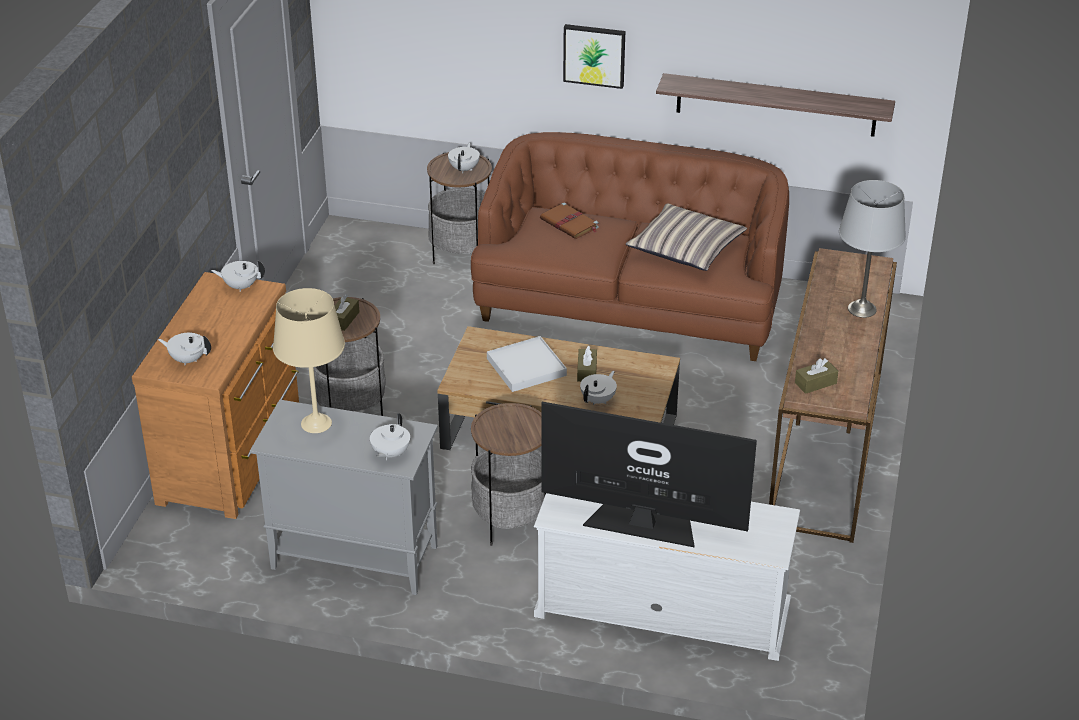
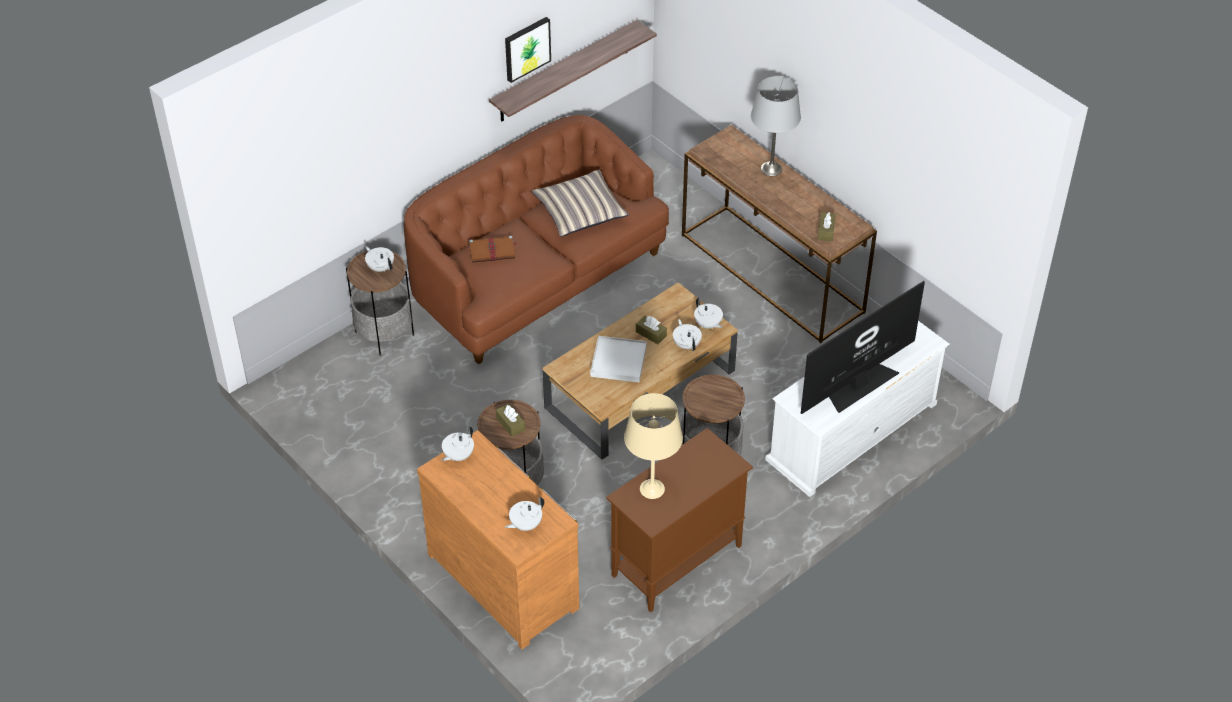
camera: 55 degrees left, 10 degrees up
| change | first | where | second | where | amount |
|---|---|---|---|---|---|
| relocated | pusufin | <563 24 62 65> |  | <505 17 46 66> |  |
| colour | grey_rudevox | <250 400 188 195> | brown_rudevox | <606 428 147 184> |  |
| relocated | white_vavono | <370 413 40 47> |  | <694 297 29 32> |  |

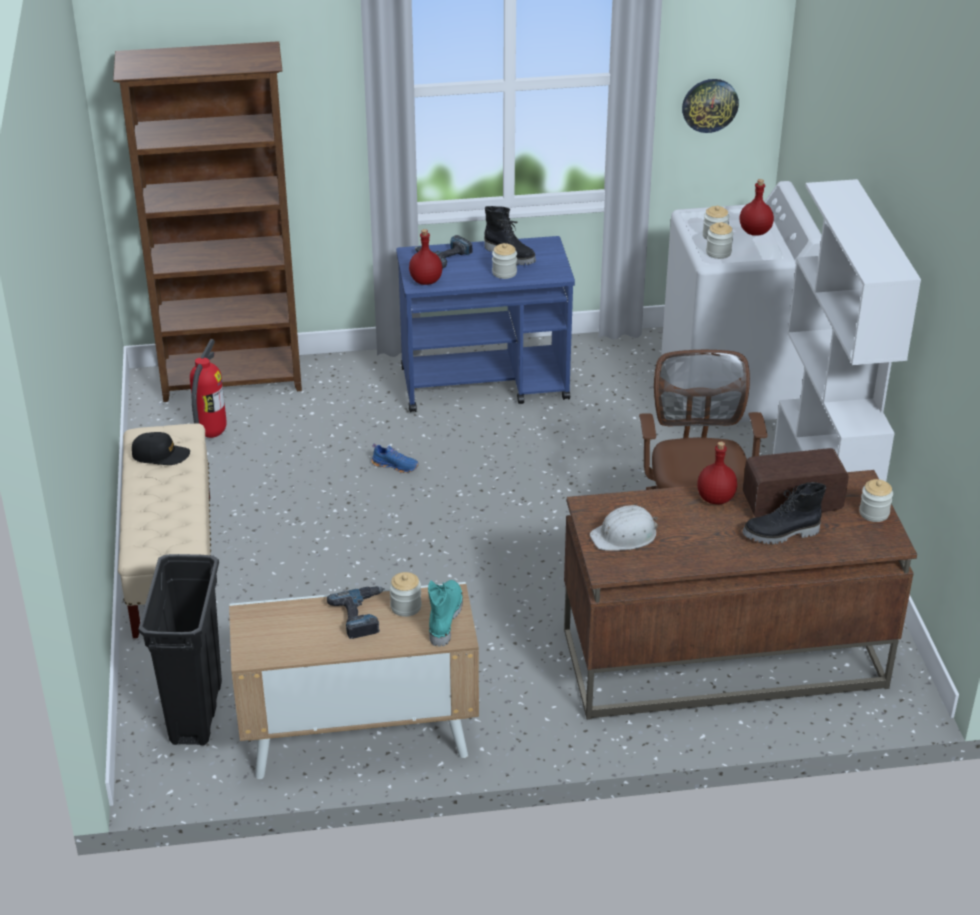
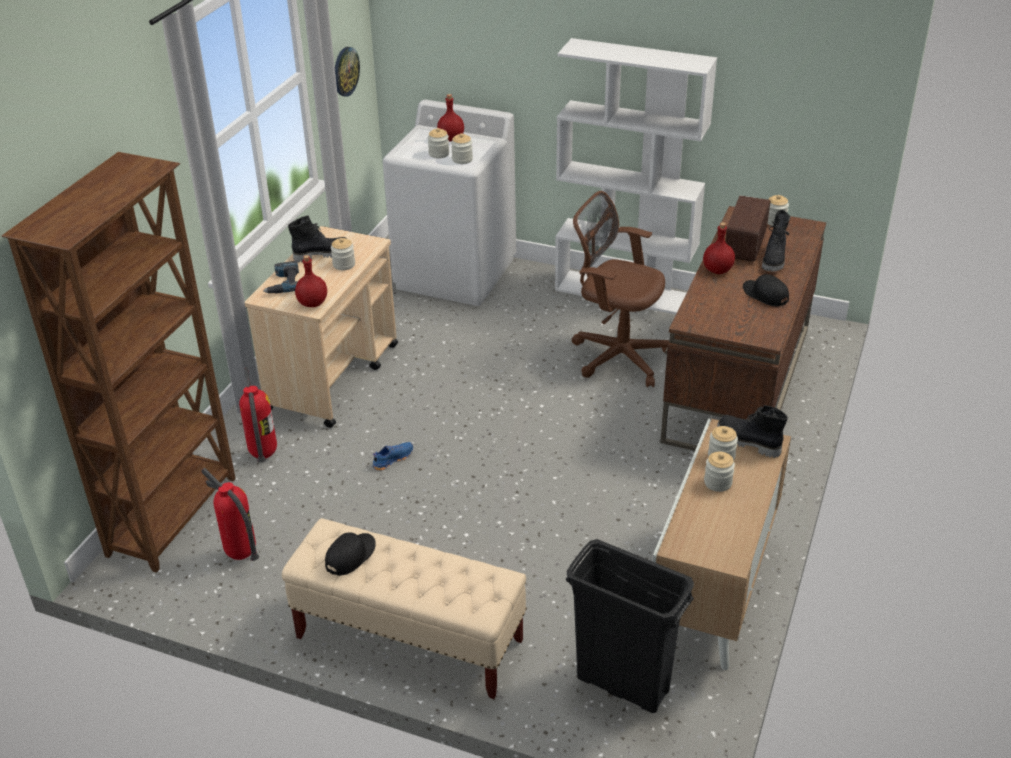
camera: 60 degrees left, 0 degrees up
| change | first | where | second | where | amount |
|---|---|---|---|---|---|
| colour | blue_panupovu | <396 236 179 176> | beige_panupovu | <245 226 153 202> |  |
| missing | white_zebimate | <590 505 68 46> |  |  |  |
| colour | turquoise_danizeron | <428 580 35 67> | black_danizeron | <717 405 71 53> |  |
| exchanged | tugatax | <327 586 58 53> | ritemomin | <704 451 31 41> |  |
| appeared |  |  | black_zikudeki | <743 274 46 32> |  |
| appeared |  |  | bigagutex | <239 367 38 96> |  |

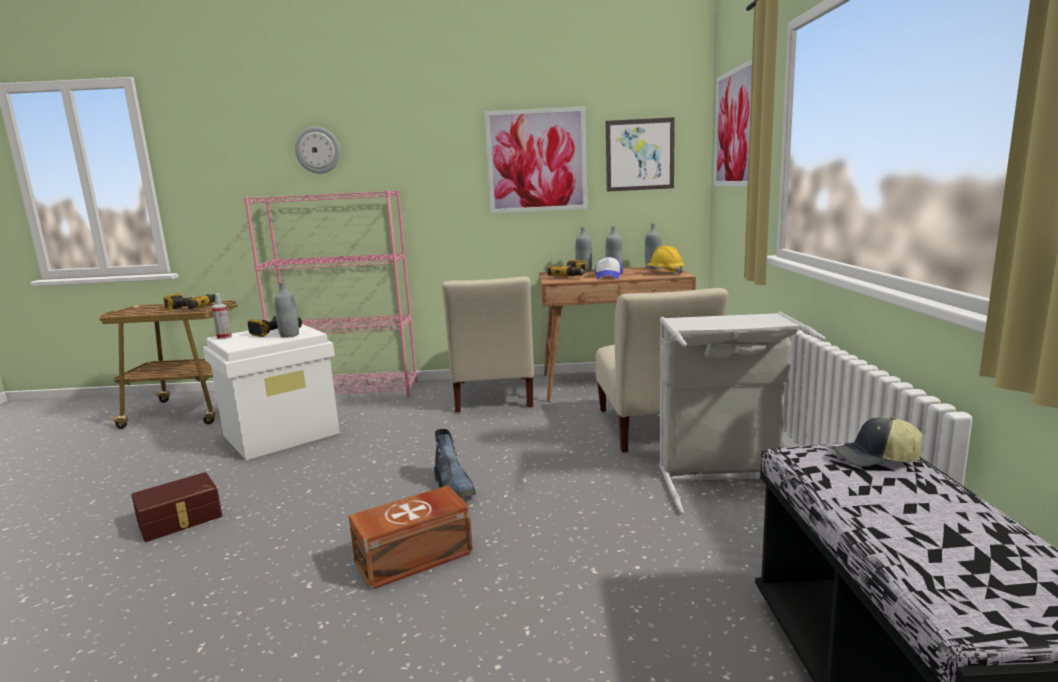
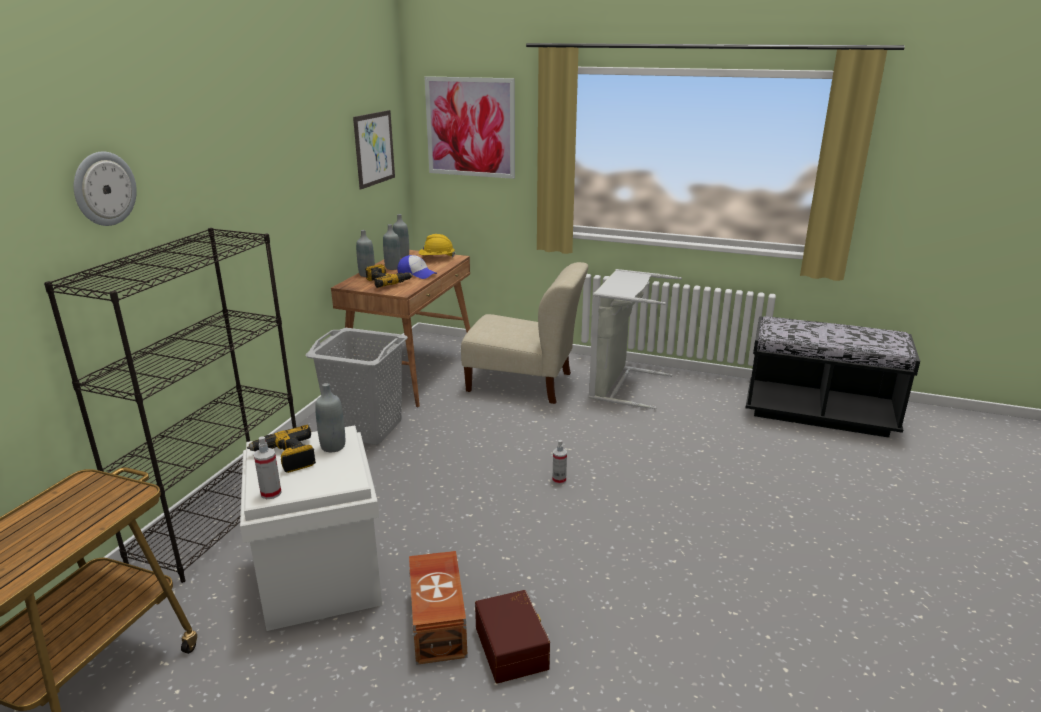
camera: 70 degrees left, 10 degrees up
| change | first | where | second | where | amount |
|---|---|---|---|---|---|
| missing | pusufin | <484 106 104 108> |  |  |  |
| colour | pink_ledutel | <244 190 173 208> | black_ledutel | <44 228 252 355> |  |
| exchanged | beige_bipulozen | <442 277 92 135> | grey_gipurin | <306 328 102 117> |  |
| missing | tugatax | <163 293 52 17> |  |  |  |
| missing | zikudeki | <831 417 92 50> |  |  |  |
| exchanged | danizeron | <434 429 42 69> | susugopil | <552 440 15 44> |  |
| relocated | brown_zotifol | <348 485 125 105> |  | <409 551 59 114> |  |

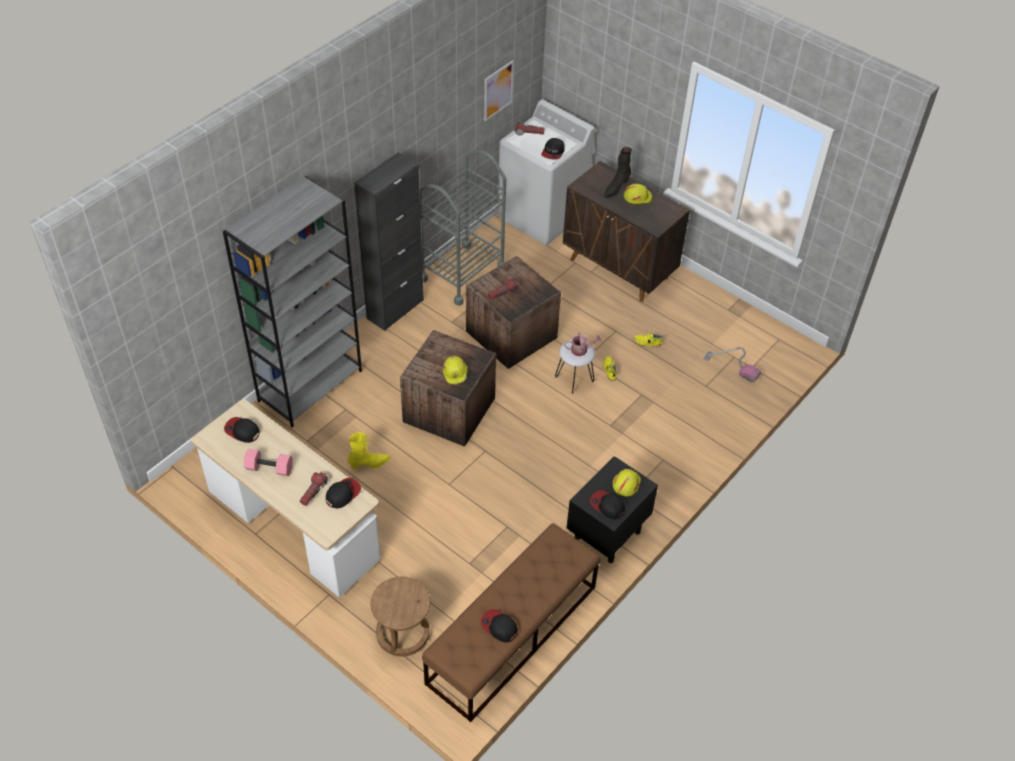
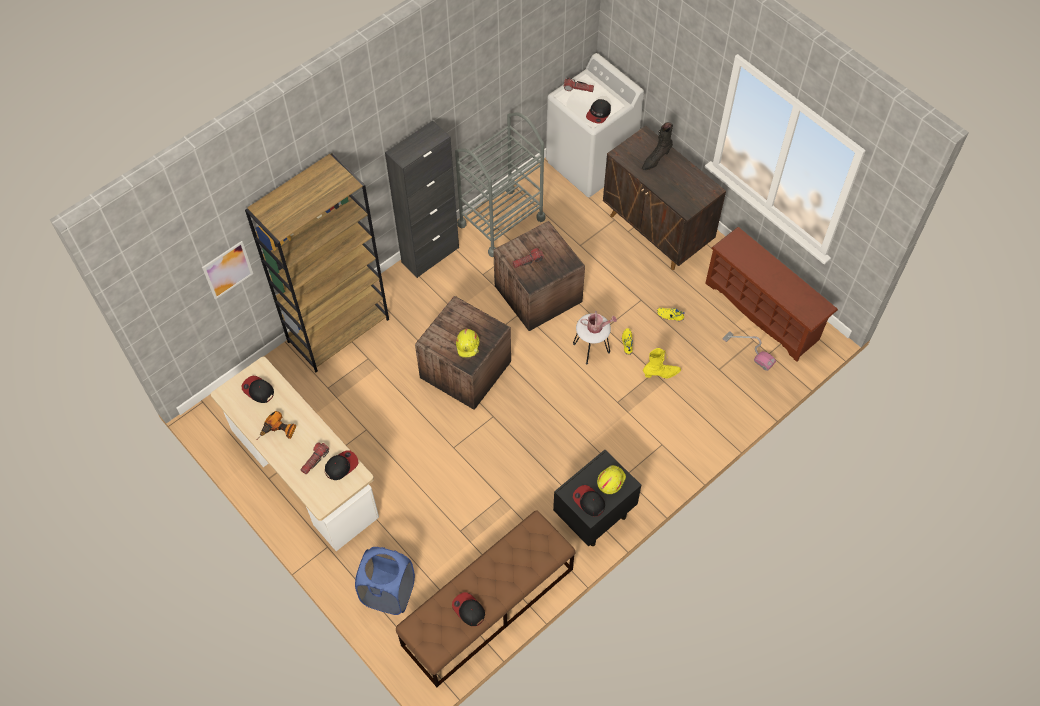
camera: 10 degrees right, 10 degrees up
| change | first | where | second | where | amount |
|---|---|---|---|---|---|
| relocated | pusufin | <484 60 30 61> |  | <202 241 51 59> |  |
| colour | grey_ledutel | <223 176 139 251> | brown_ledutel | <245 153 144 219> |  |
| missing | yellow_zebimate | <624 184 28 21> |  |  |  |
| relocated | yellow_danizeron | <347 432 43 37> |  | <643 348 38 31> |  |
| exchanged | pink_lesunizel | <244 449 49 27> | tugatax | <257 411 39 29> |  |
| exchanged | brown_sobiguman | <371 577 59 79> | blue_gipurin | <355 547 60 68> |  |
| appeared |  |  | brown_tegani | <705 227 133 135> |  |

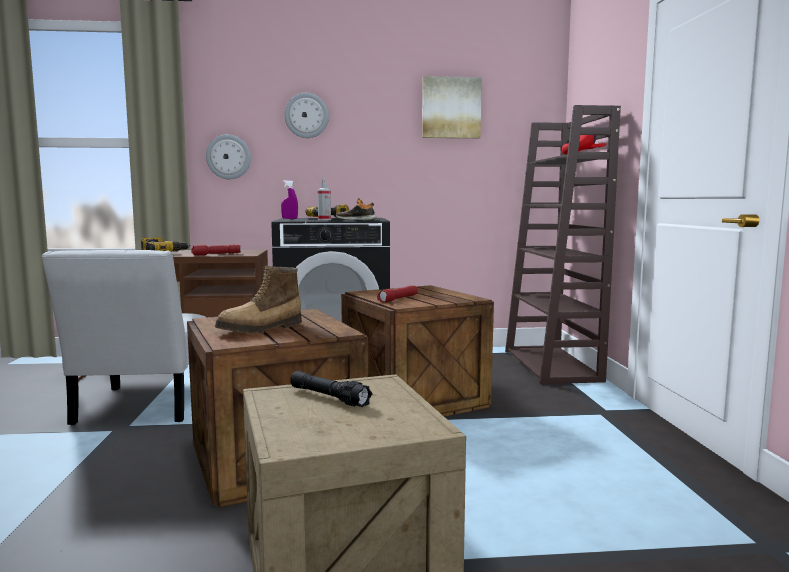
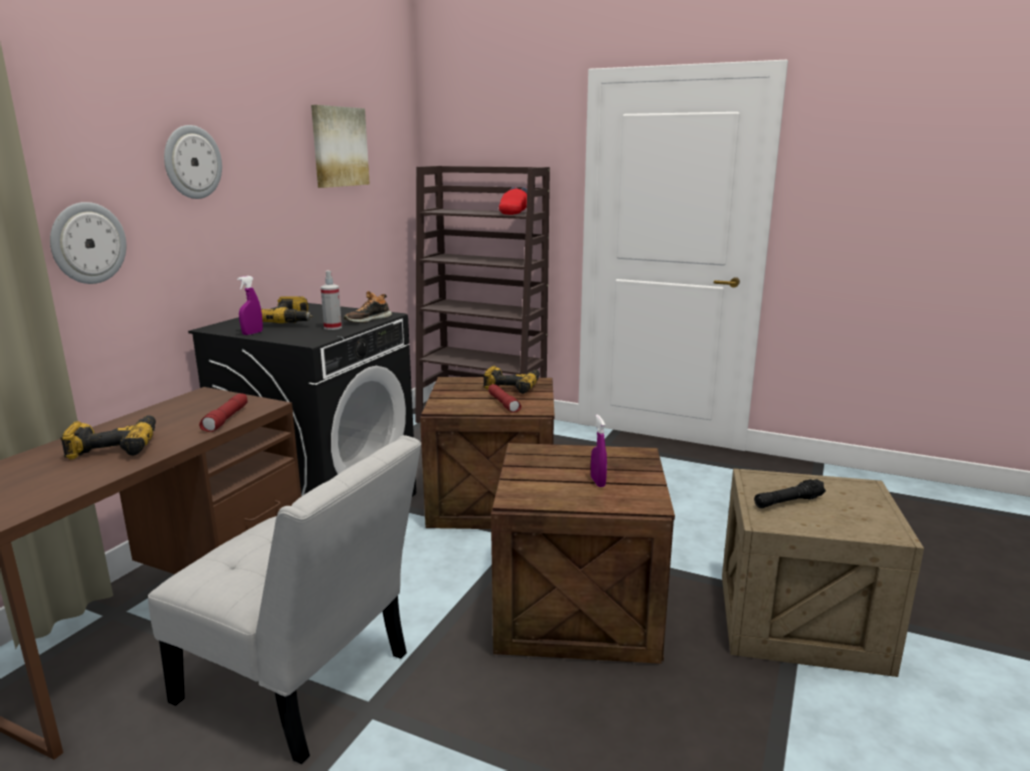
camera: 60 degrees left, 10 degrees up
| change | first | where | second | where | amount |
|---|---|---|---|---|---|
| exchanged | danizeron | <215 266 87 67> | purple_susugopil | <591 415 16 72> |  |
| appeared |  |  | tugatax | <483 366 57 28> |  |

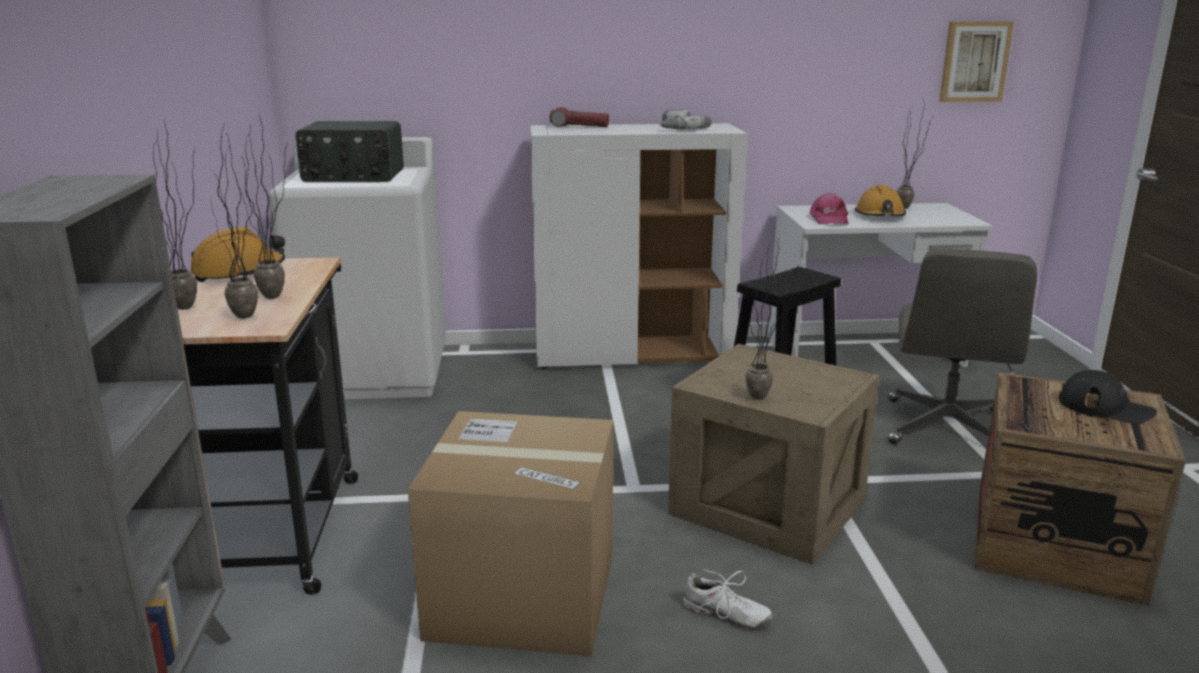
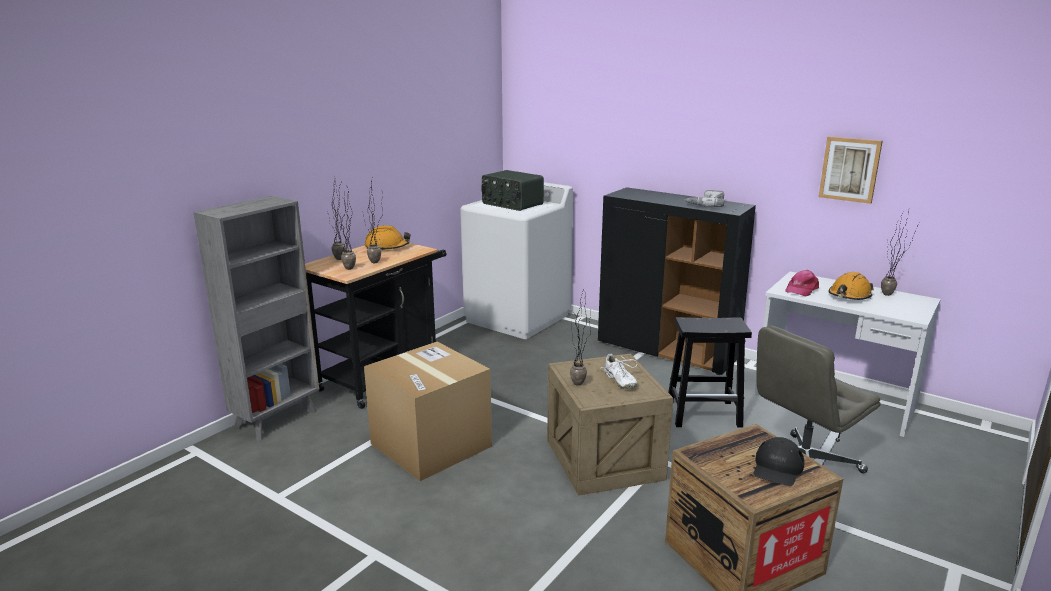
camera: 40 degrees right, 0 degrees up
| change | first | where | second | where | amount |
|---|---|---|---|---|---|
| relocated | pusufin | <939 21 75 81> |  | <819 136 64 68> |  |
| missing | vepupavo | <550 107 59 20> |  |  |  |
| colour | white_rudevox | <530 123 218 246> | black_rudevox | <598 187 158 188> |  |
| spun | black_zikudeki | <1058 370 99 54> |  | <753 437 52 49> | 45 degrees clockwise |
| relocated | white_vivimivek | <683 569 90 60> |  | <601 354 36 35> |  |

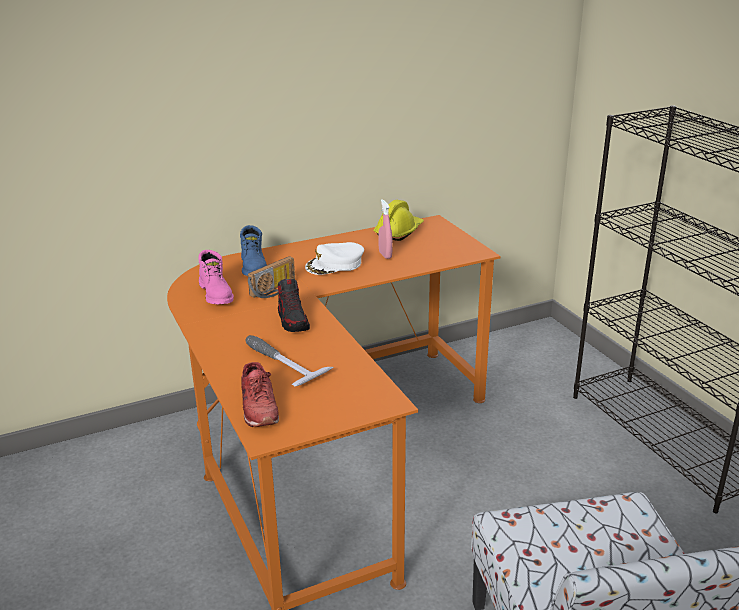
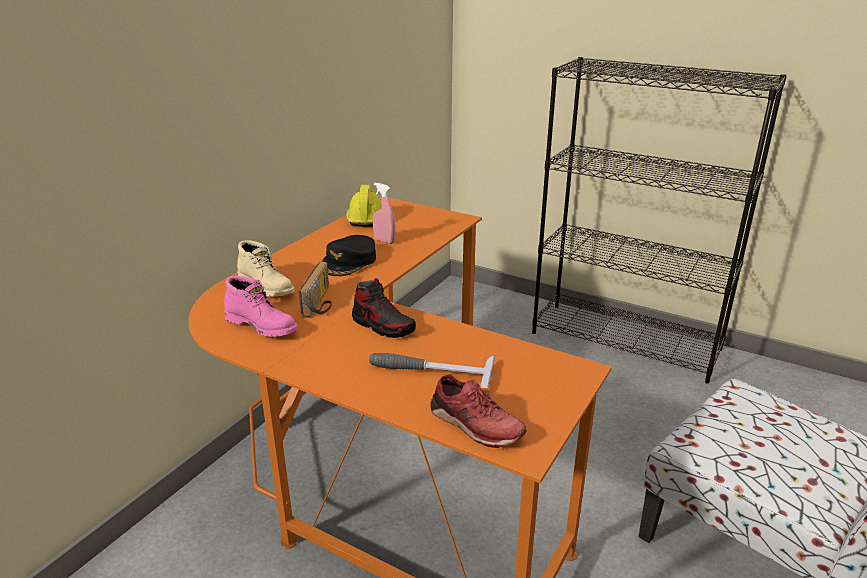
camera: 35 degrees left, 0 degrees up
| change | first | where | second | where | amount |
|---|---|---|---|---|---|
| colour | blue_danizeron | <240 225 27 51> | beige_danizeron | <237 240 57 57> |  |
| colour | white_zikudeki | <305 242 59 33> | black_zikudeki | <321 235 55 41> |  |

